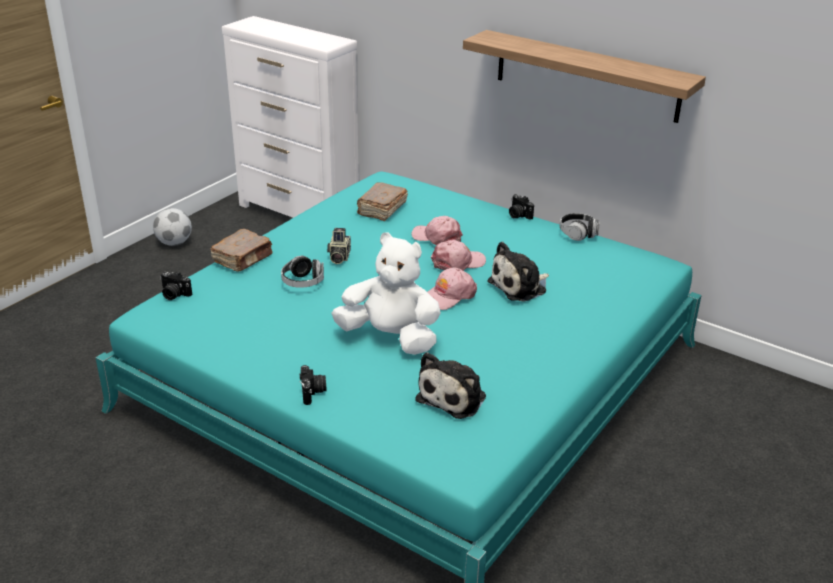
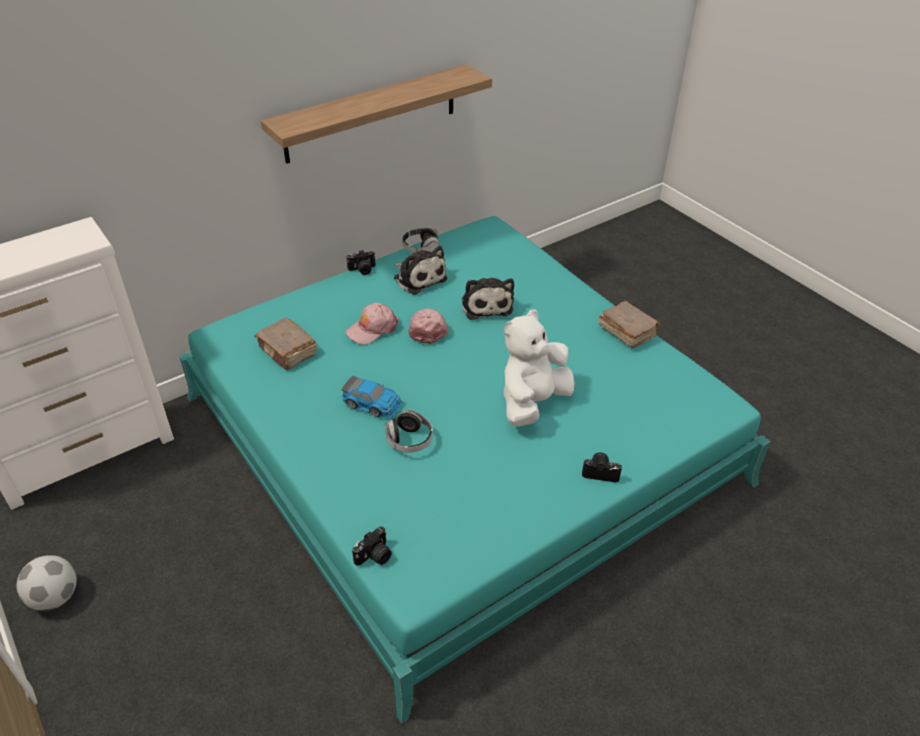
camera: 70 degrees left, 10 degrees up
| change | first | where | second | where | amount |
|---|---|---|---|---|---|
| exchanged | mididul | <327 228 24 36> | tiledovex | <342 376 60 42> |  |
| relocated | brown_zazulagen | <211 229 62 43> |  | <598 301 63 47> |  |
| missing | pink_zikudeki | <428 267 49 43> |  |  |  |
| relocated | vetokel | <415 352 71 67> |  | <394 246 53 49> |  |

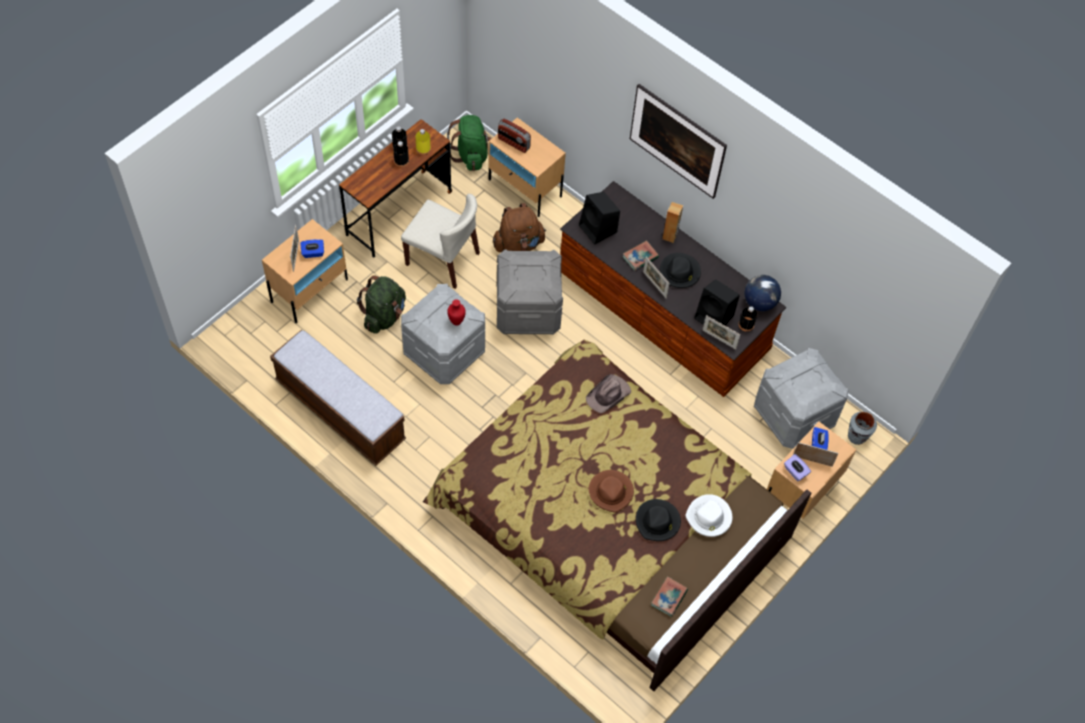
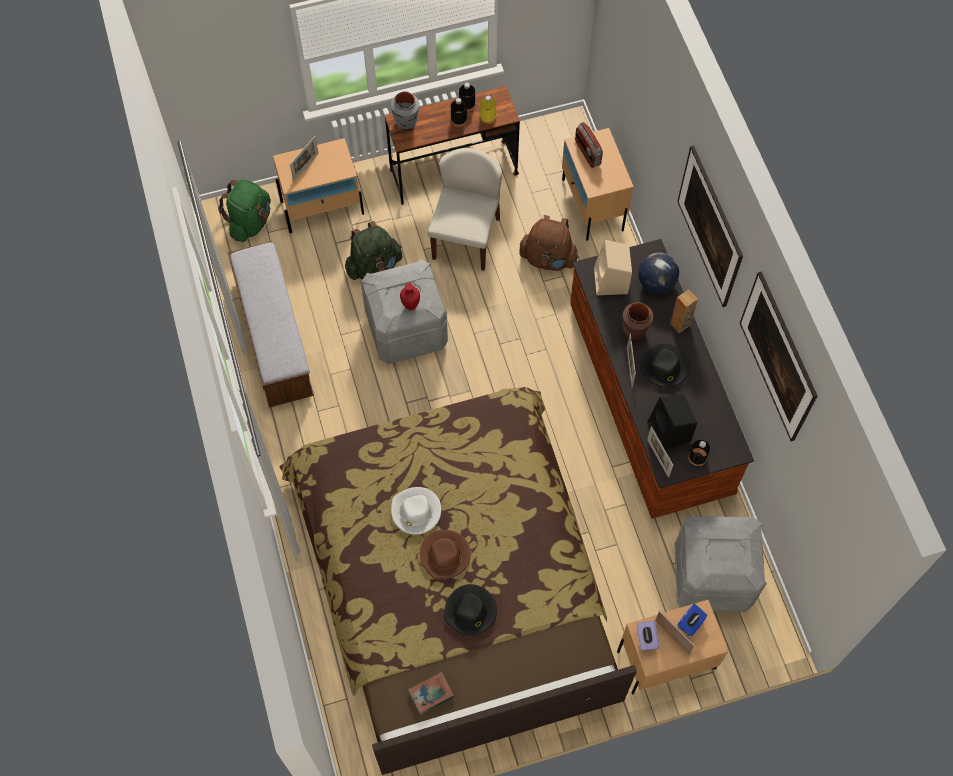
camera: 35 degrees right, 5 degrees up
| change | first | where | second | where | amount |
|---|---|---|---|---|---|
| relocated | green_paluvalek | <447 115 45 56> |  | <218 180 53 62> |  |
| colour | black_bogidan | <579 192 41 52> | beige_bogidan | <594 240 38 55> |  |
| spun | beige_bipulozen | <401 194 79 95> |  | <428 148 74 123> | 135 degrees counterclockwise |
| missing | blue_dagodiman | <300 239 24 19> |  |  |  |
| exchanged | zazulagen | <623 240 36 31> | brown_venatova | <622 302 31 38> |  |
| missing | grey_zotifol | <497 249 66 86> |  |  |  |
| relocated | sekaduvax | <744 275 37 36> |  | <638 253 41 40> |  |
| missing | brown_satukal | <586 374 45 39> |  |  |  |
| relocated | grey_venatova | <848 412 29 33> |  | <391 92 28 39> |  |
| relocated | white_satukal | <685 494 48 43> |  | <391 487 50 48> |  |
| appeared |  |  | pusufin | <740 271 77 170> |  |

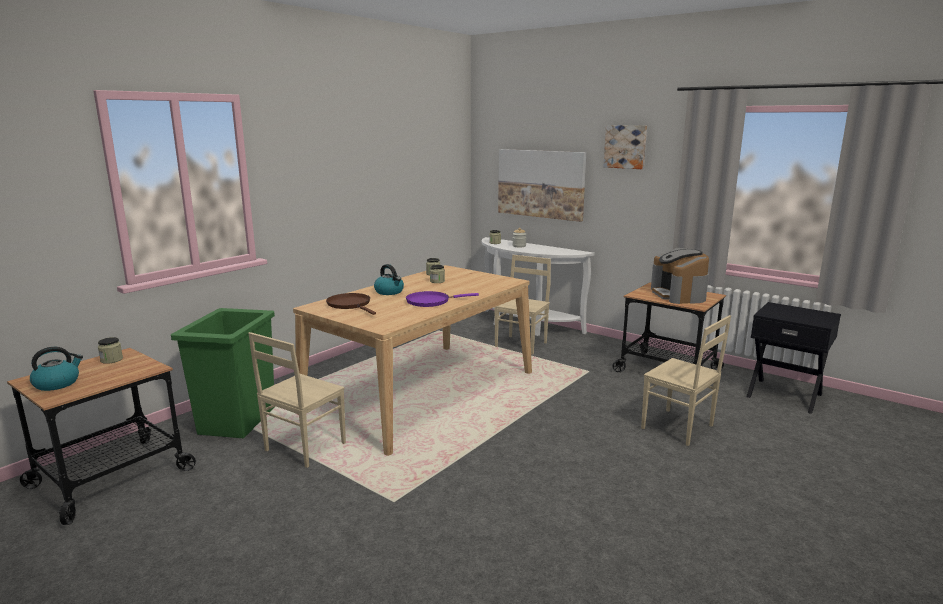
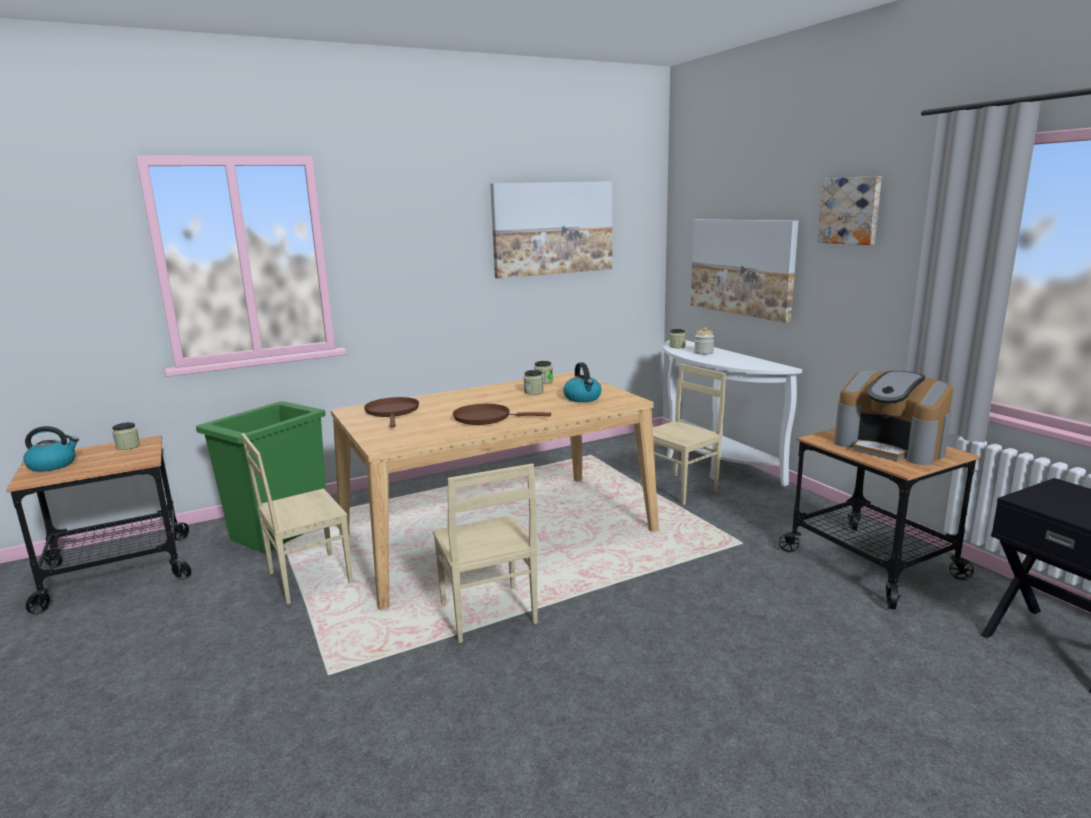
camera: 25 degrees right, 0 degrees up
| change | first | where | second | where | amount |
|---|---|---|---|---|---|
| spun | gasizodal | <651 248 58 56> |  | <834 371 119 94> | 60 degrees counterclockwise |
| relocated | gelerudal | <374 264 30 31> |  | <563 362 38 40> |  |
| colour | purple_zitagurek | <406 291 73 16> | brown_zitagurek | <453 404 98 21> |  |
| relocated | beige_bipulozen | <641 315 90 131> |  | <433 464 105 179> |  |
| appeared |  |  | pusufin | <490 181 122 97> |  |

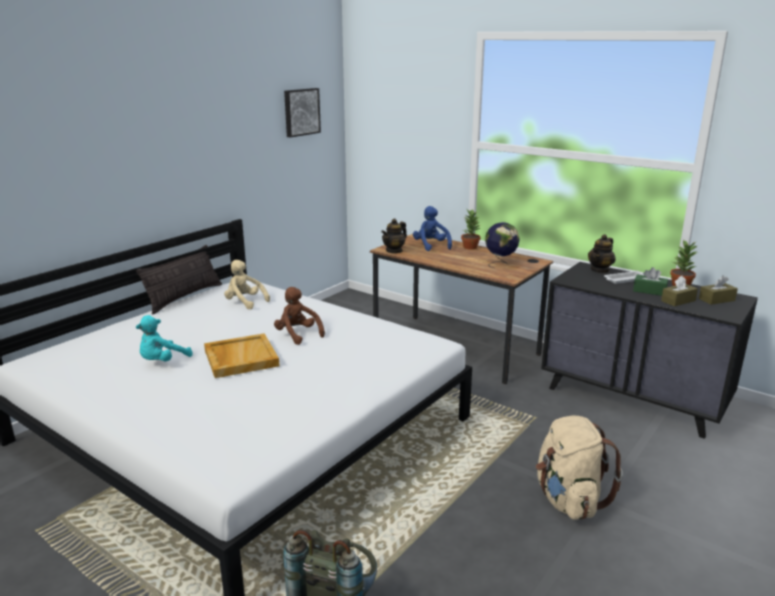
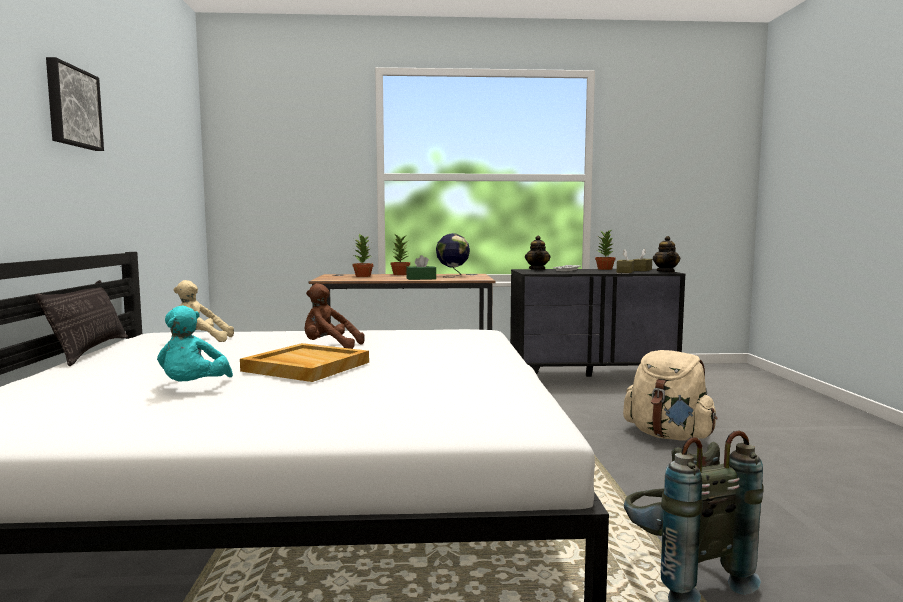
camera: 40 degrees left, 15 degrees down
| change | first | where | second | where | amount |
|---|---|---|---|---|---|
| relocated | pusufin | <284 88 37 50> |  | <46 57 58 94> |  |
| exchanged | blue_vetokel | <413 206 39 45> | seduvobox | <353 234 20 43> |  |
| relocated | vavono | <381 218 26 36> |  | <653 236 27 36> |  |
| relocated | green_dagodiman | <633 267 35 29> |  | <406 255 30 25> |  |

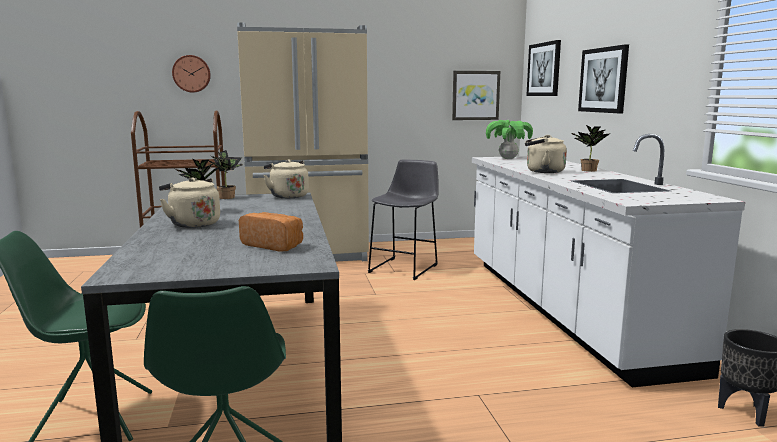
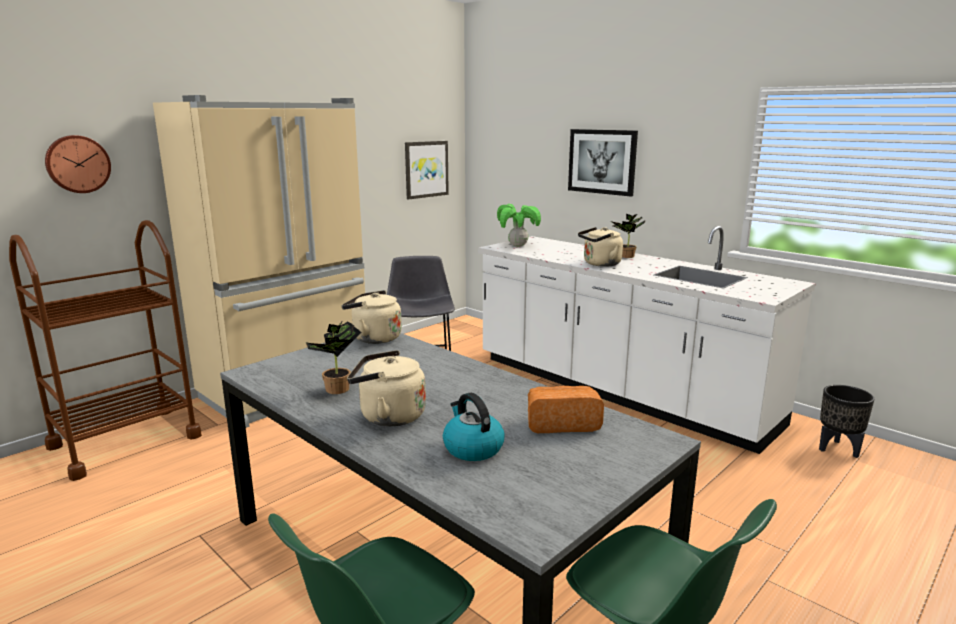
camera: 35 degrees left, 5 degrees up
| change | first | where | second | where | amount |
|---|---|---|---|---|---|
| missing | pusufin | <526 40 35 56> |  |  |  |
| missing | seduvobox | <208 150 35 49> |  |  |  |
| appeared |  |  | gelerudal | <443 393 62 68> |  |

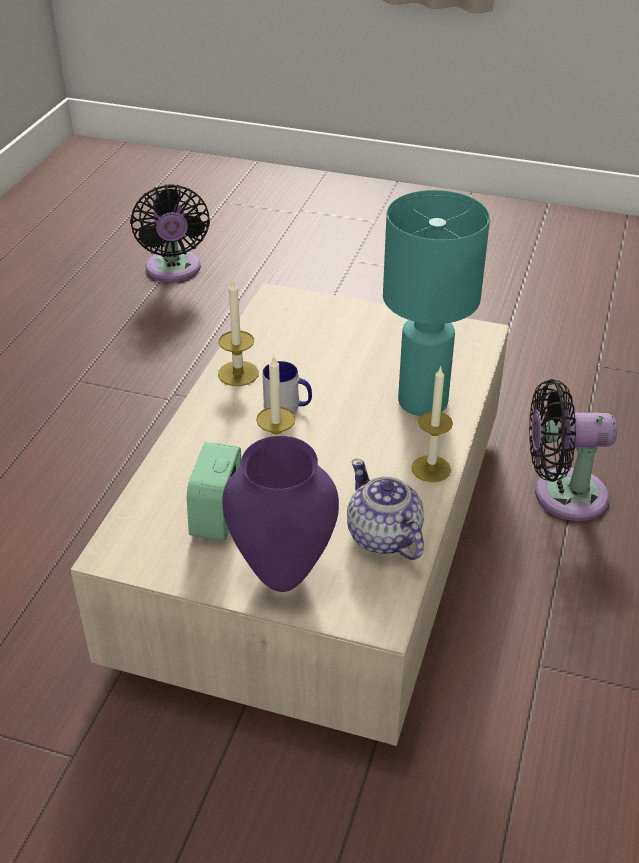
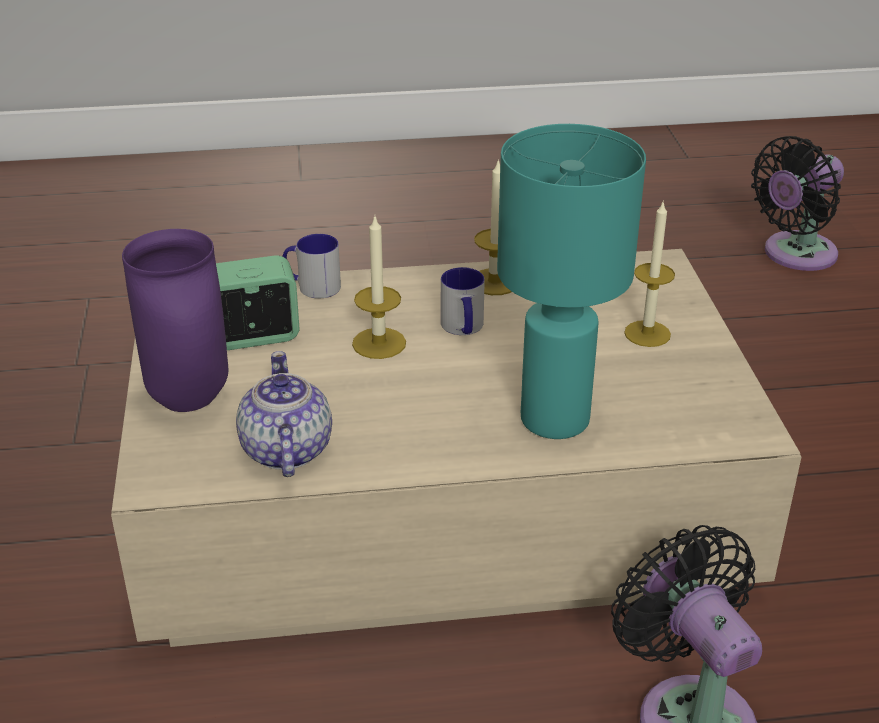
camera: 65 degrees right, 5 degrees down
| change | first | where | second | where | amount |
|---|---|---|---|---|---|
| relocated | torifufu | <411 366 42 116> |  | <624 200 51 147> |  |
| spun | vavono | <347 459 77 101> |  | <236 351 96 126> | 45 degrees counterclockwise |
| appeared |  |  | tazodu | <282 234 59 64> |  |

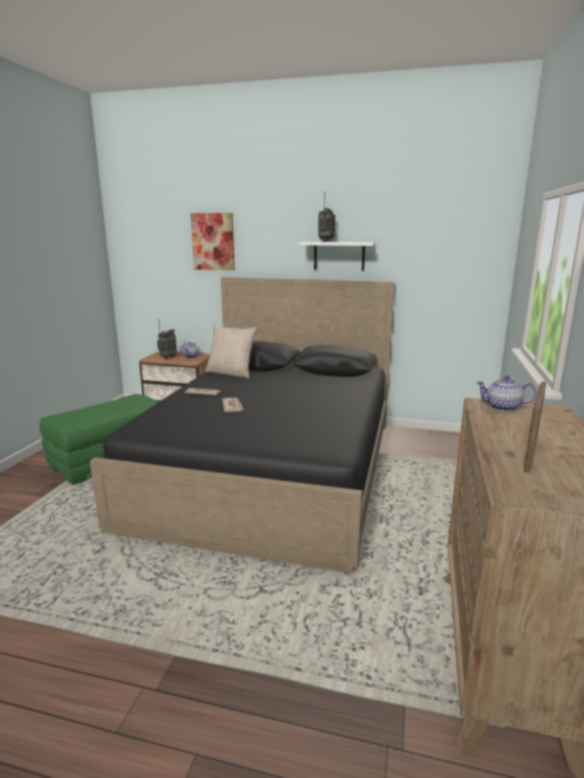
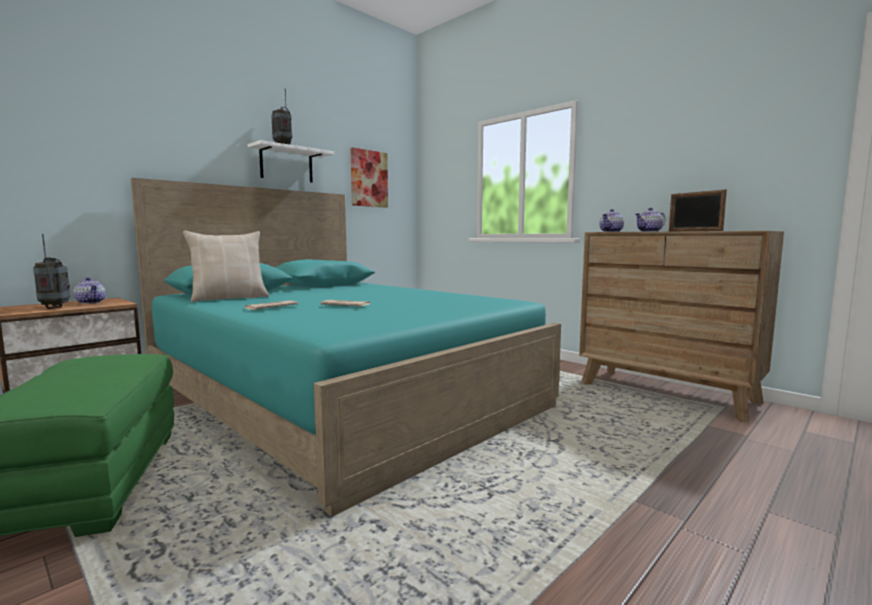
camera: 60 degrees left, 10 degrees down
| change | first | where | second | where | amount |
|---|---|---|---|---|---|
| relocated | pusufin | <190 213 45 57> |  | <350 147 38 61> |  |
| colour | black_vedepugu | <90 277 305 297> | turquoise_vedepugu | <131 178 430 339> |  |
| appeared |  |  | vavono | <636 208 29 24> |  |

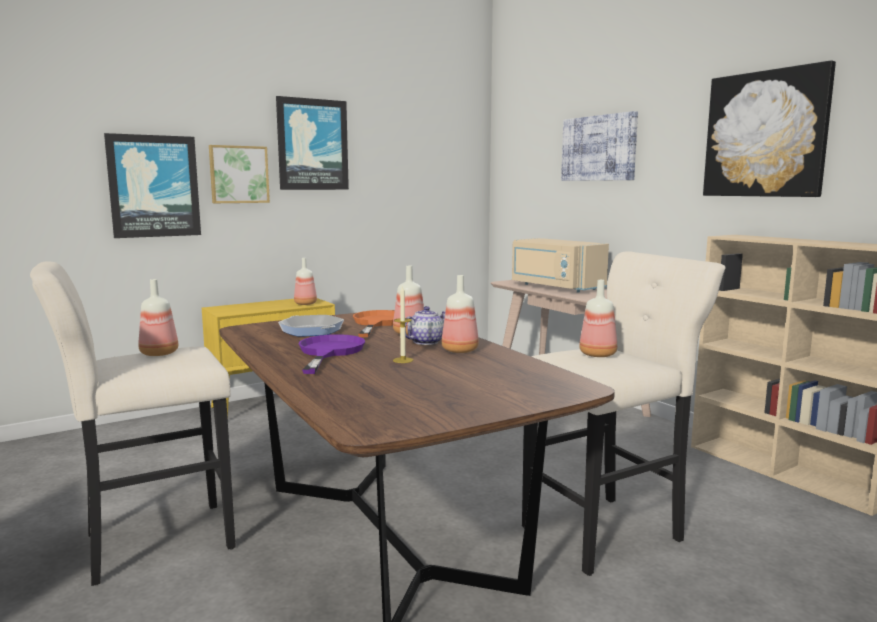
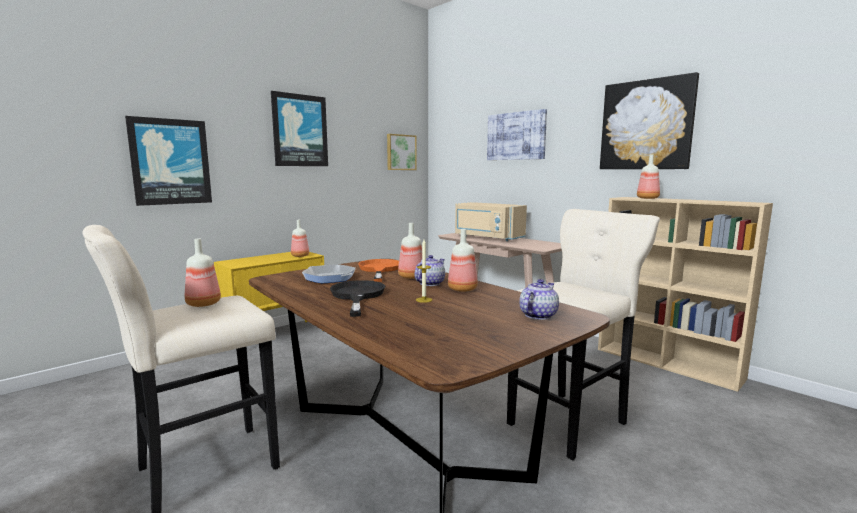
camera: 10 degrees left, 0 degrees up
| change | first | where | second | where | amount |
|---|---|---|---|---|---|
| relocated | pusufin | <209 145 61 58> |  | <387 134 30 36> |  |
| relocated | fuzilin | <579 280 38 77> |  | <637 155 23 44> |  |
| colour | purple_zitagurek | <299 334 66 40> | black_zitagurek | <330 280 55 37> |  |
| appeared |  |  | vavono | <519 279 40 41> |  |

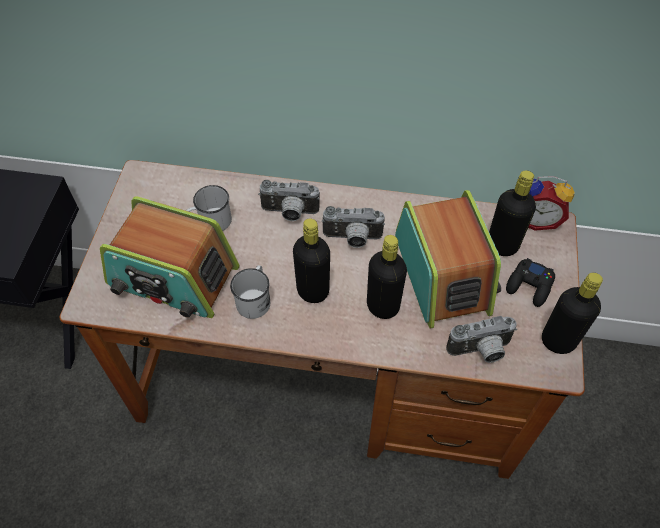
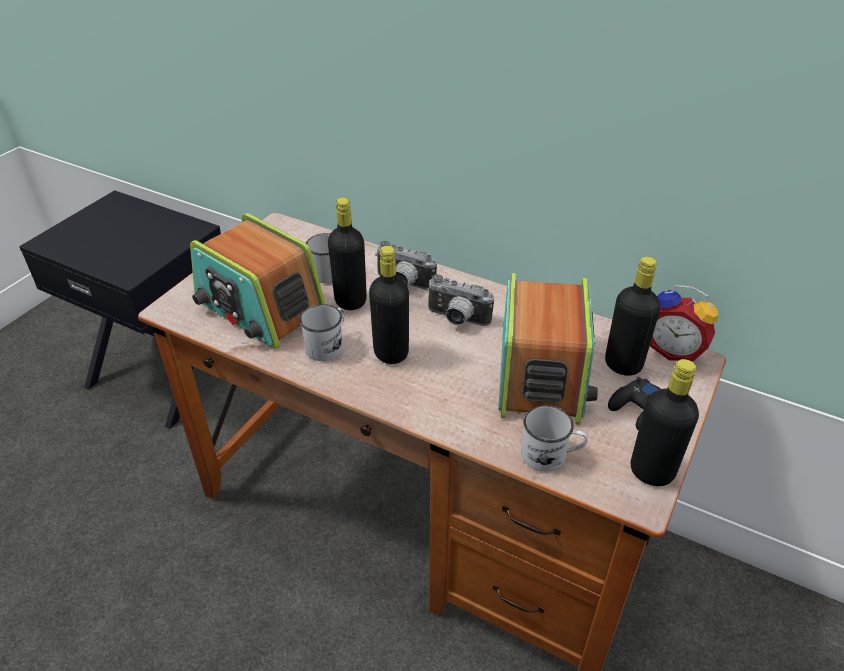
camera: 20 degrees right, 15 degrees down
| change | first | where | second | where | amount |
|---|---|---|---|---|---|
| relocated | black_fuzilin | <367 235 40 84> |  | <328 197 39 113> |  |
| exchanged | mididul | <446 316 71 47> | white_tazodu | <521 405 67 67> |  |

